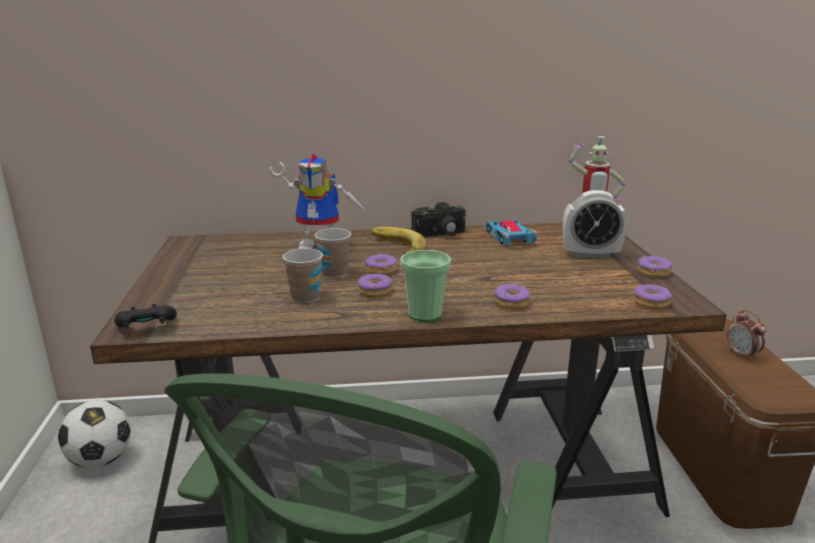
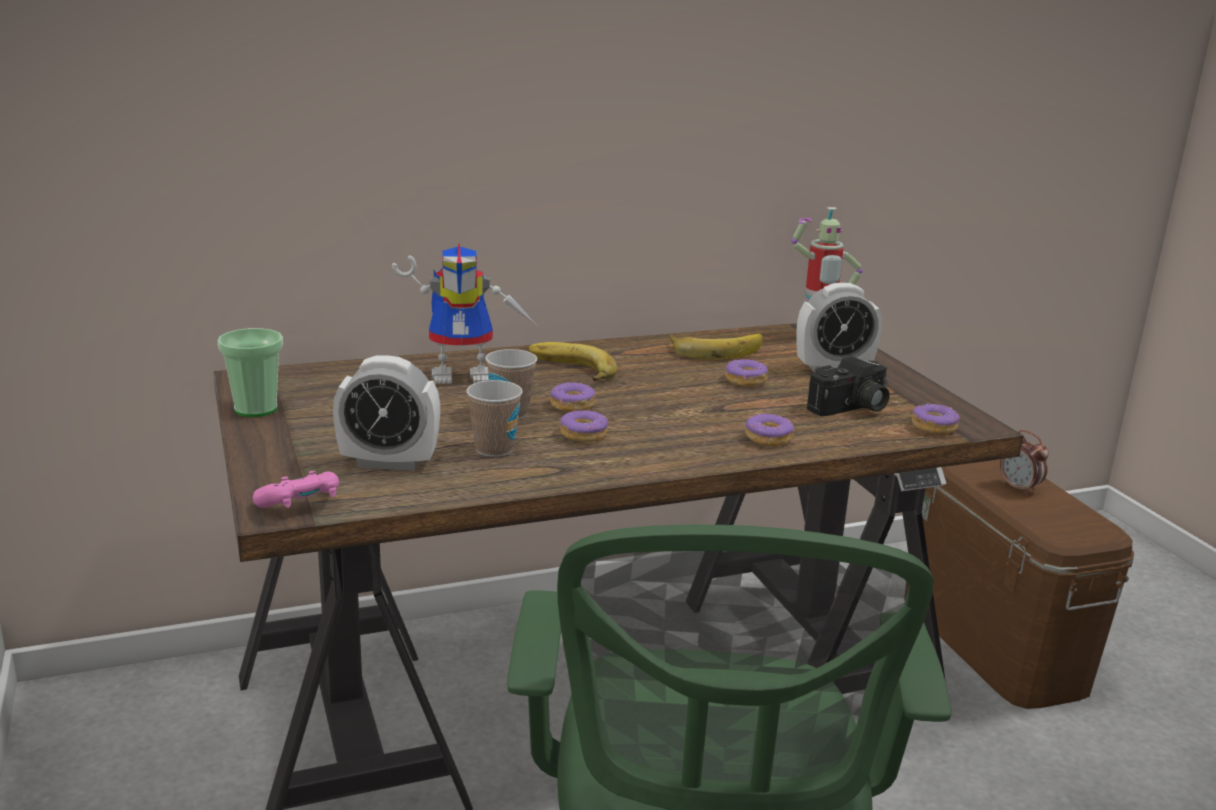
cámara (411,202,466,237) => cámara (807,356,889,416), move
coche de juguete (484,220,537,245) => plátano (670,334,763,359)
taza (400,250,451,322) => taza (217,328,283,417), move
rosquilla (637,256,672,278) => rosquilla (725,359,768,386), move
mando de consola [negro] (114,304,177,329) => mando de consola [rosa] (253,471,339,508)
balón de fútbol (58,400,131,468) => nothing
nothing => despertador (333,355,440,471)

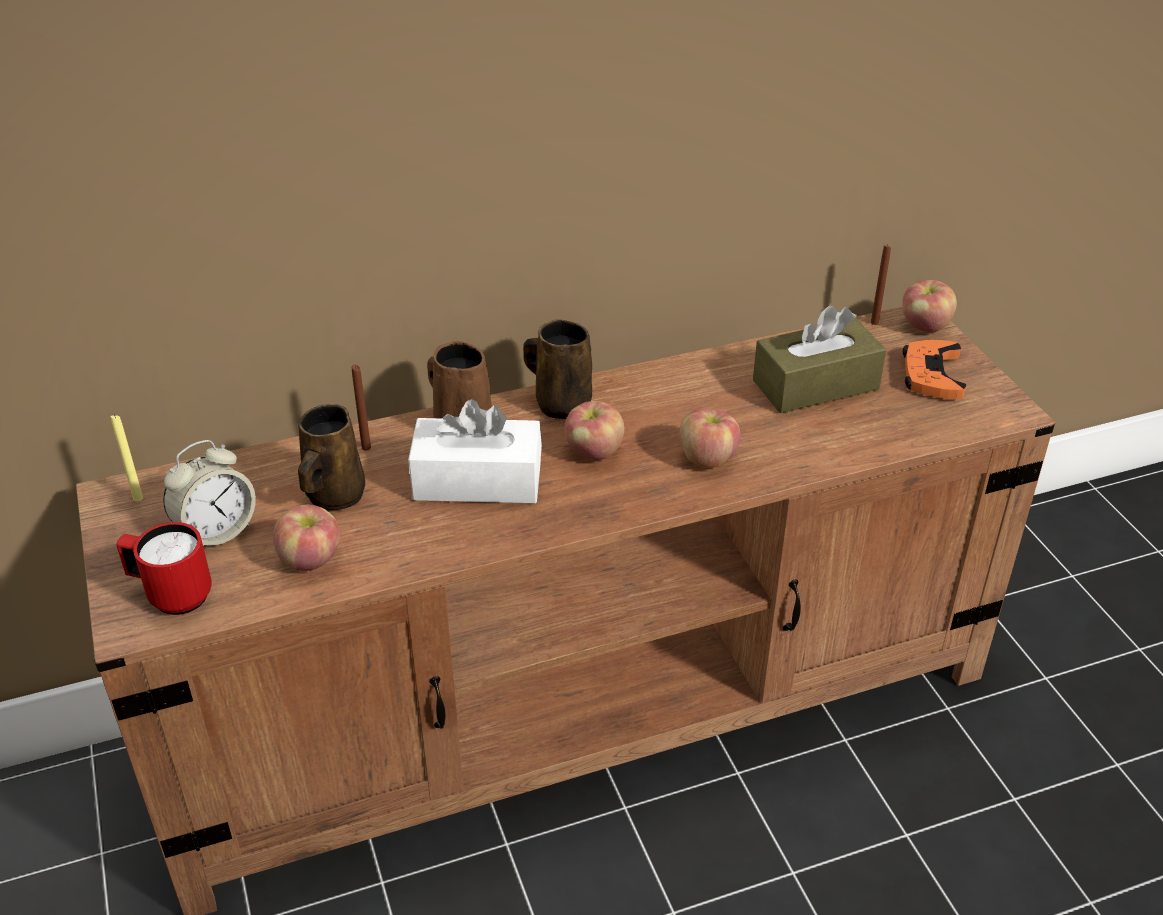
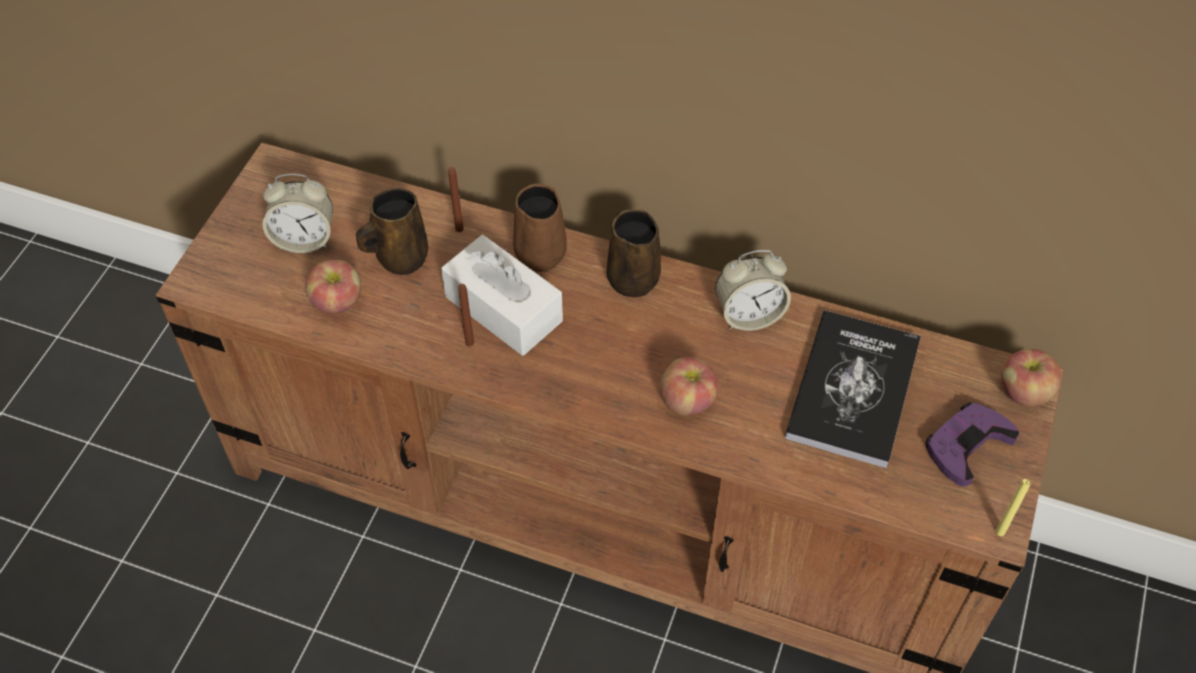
vela [marrón] (871,245,891,325) => vela [marrón] (458,284,474,346), move
caja de pañuelos [marrón] (753,306,886,413) => libro (785,310,921,468)
mando de consola [naranja] (903,340,966,399) => mando de consola [morado] (926,403,1019,487)
manzana (565,401,624,460) => nothing
vela [amarillo] (111,414,143,501) => vela [amarillo] (996,479,1030,536), move
taza grande [rojo] (116,522,212,615) => nothing
nothing => despertador (715,250,791,331)

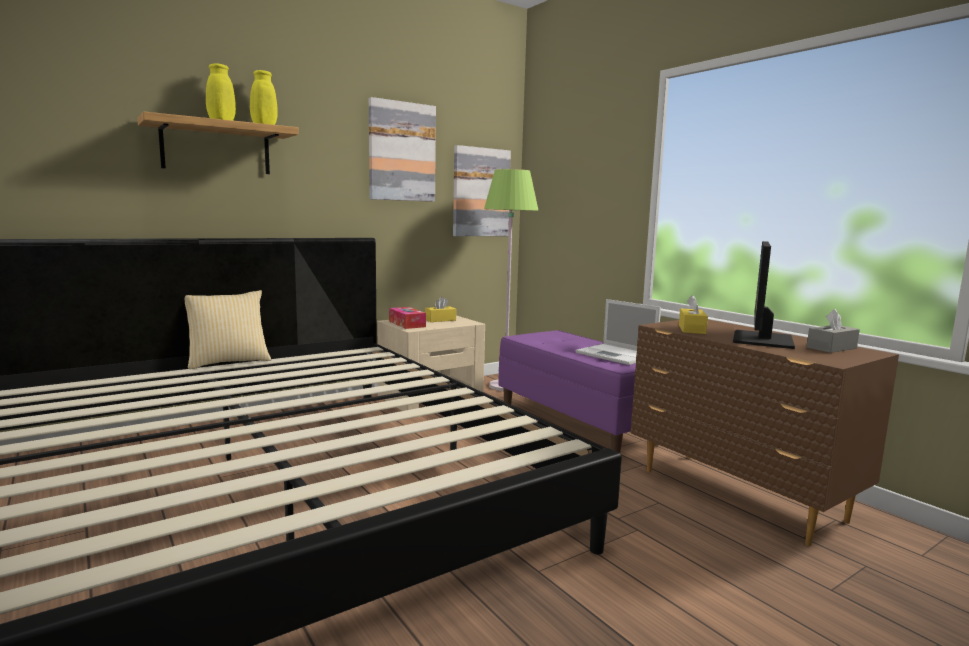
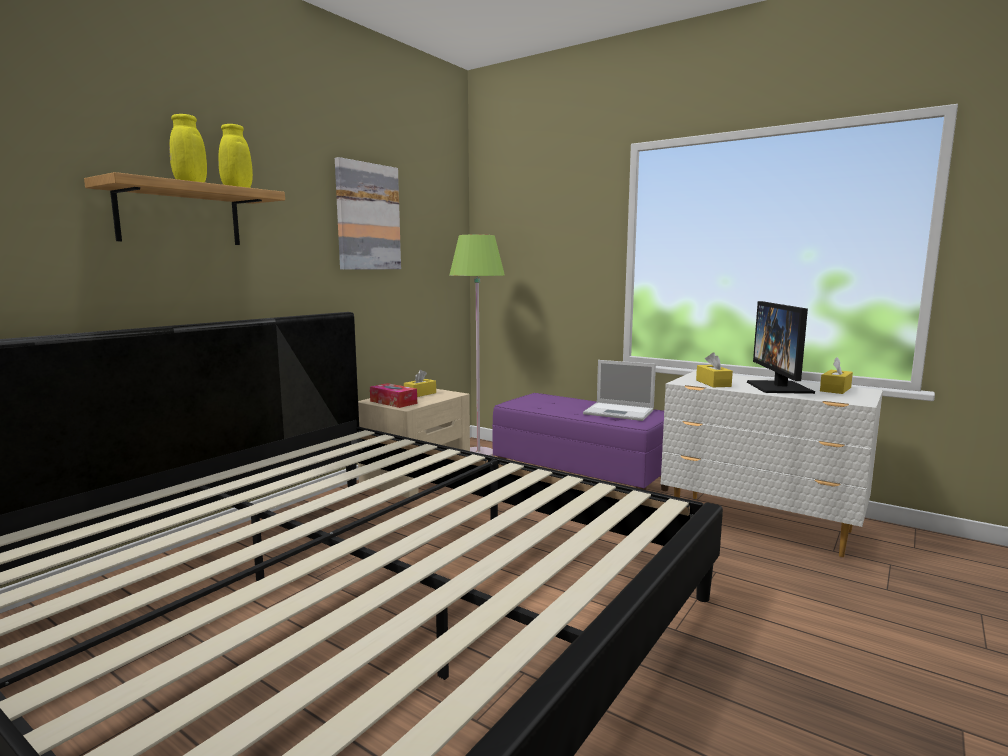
cuadro (453,145,511,236) => nothing
cojín (185,290,271,369) => nothing
caja de pañuelos [gris] (807,309,860,353) => caja de pañuelos [amarillo] (820,357,853,394)
cómoda [marrón] (631,319,899,546) => cómoda [blanco] (661,371,883,557)

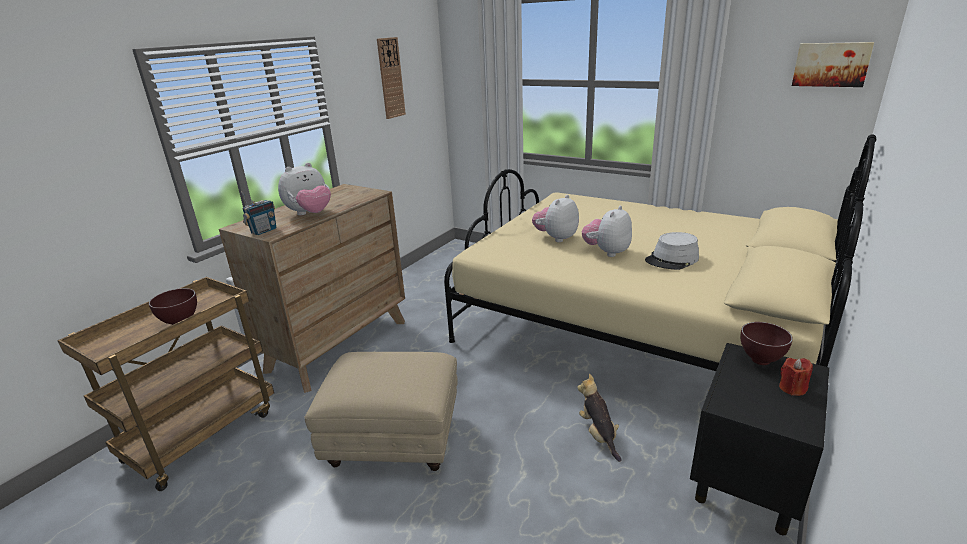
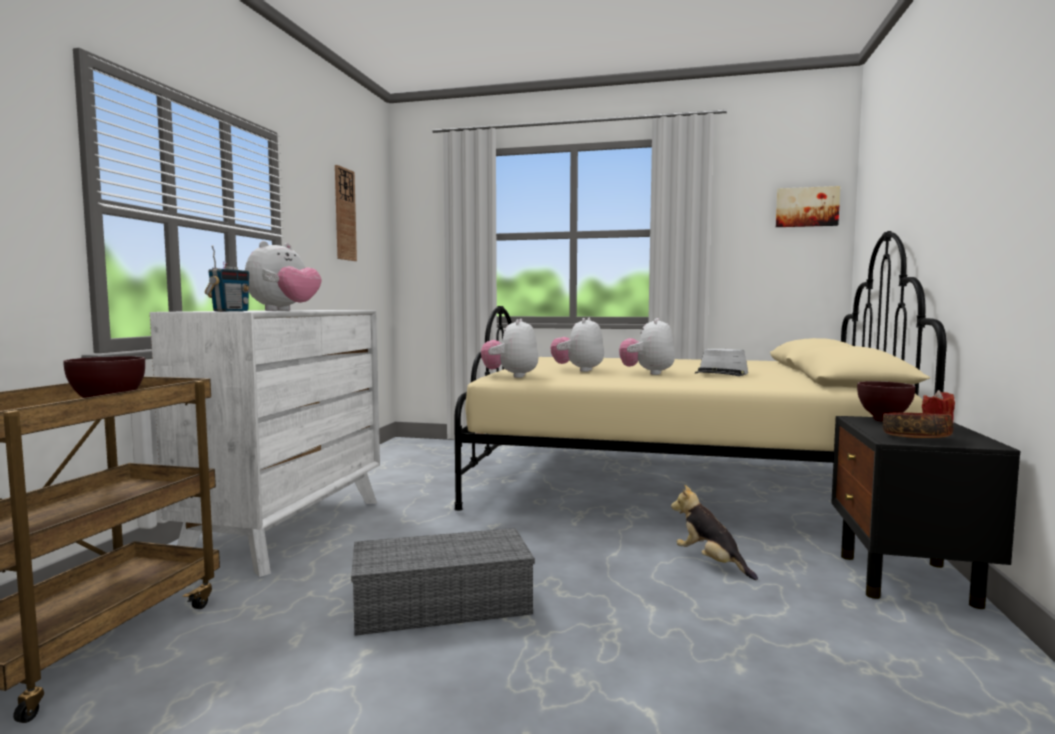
cómoda [marrón] (219,184,405,393) => cómoda [blanco] (150,310,380,577)
puf [beis] (304,352,458,471) => caja de almacenaje [gris] (351,528,535,636)
nothing => peluche (481,319,539,378)
nothing => cuenco (883,413,953,438)

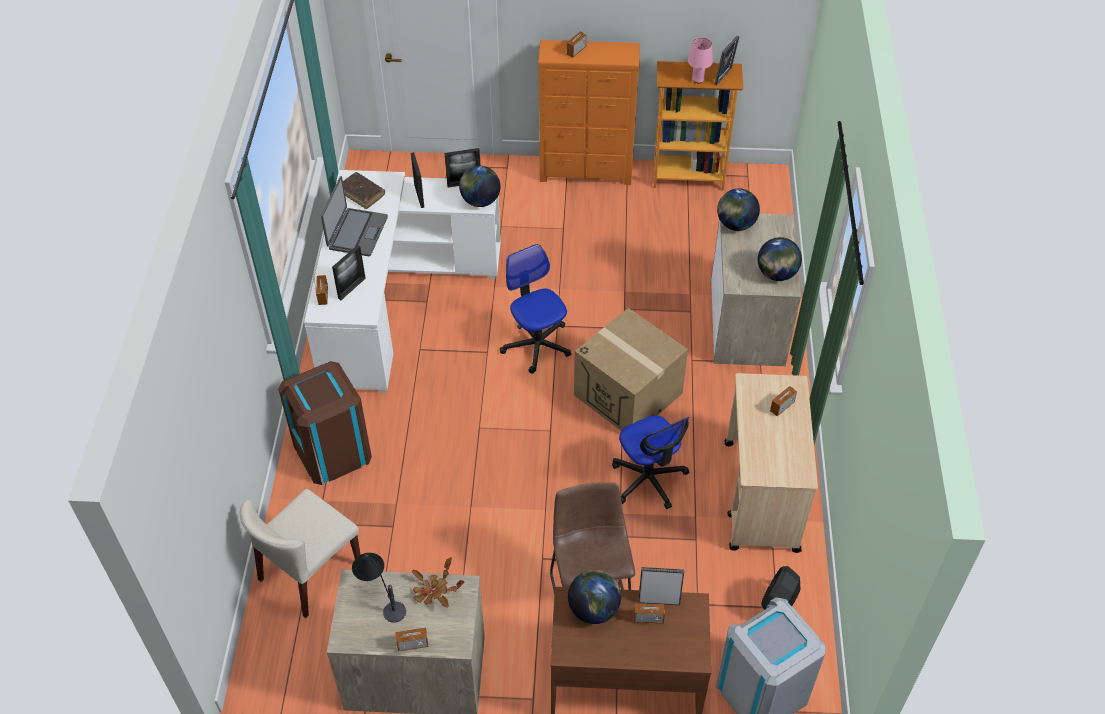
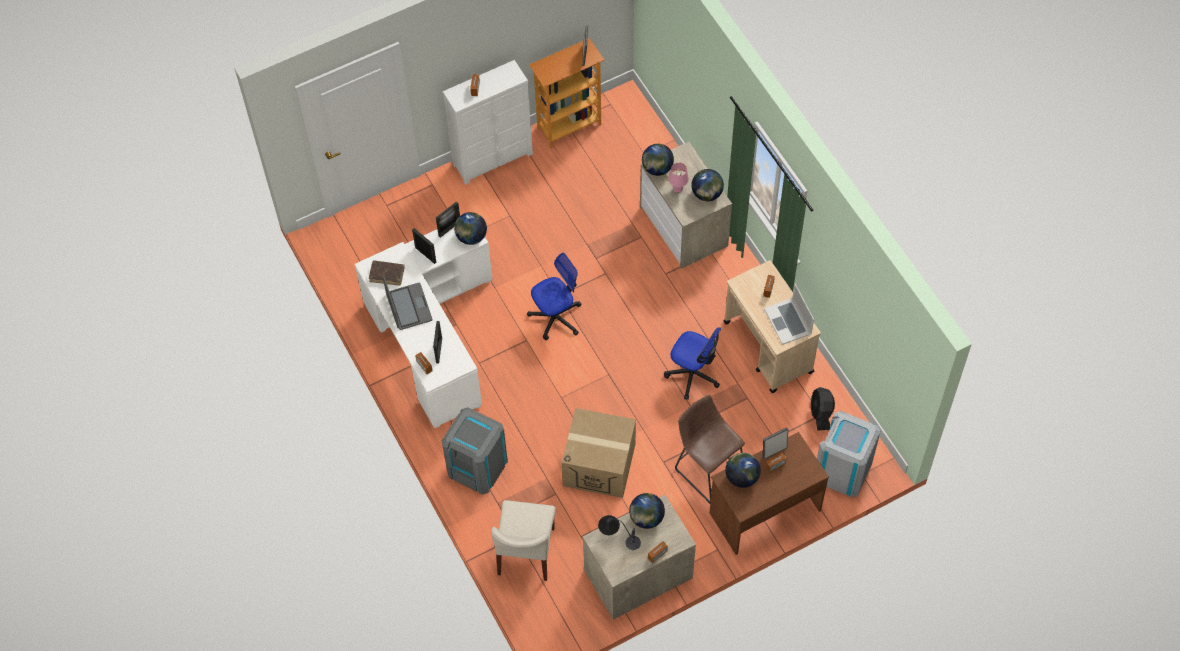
lámpara de mesa [rosa] (688,38,713,83) => lámpara de mesa [rosa] (668,162,689,193), move
cómoda [naranja] (538,40,640,185) => cómoda [blanco] (442,60,533,185)
silla de oficina (500,244,571,373) => silla de oficina (527,253,581,340), 120 degrees clockwise
caja de cartón (574,308,688,431) => caja de cartón (562,408,636,498), move
papelera [marrón] (278,361,372,485) => papelera [gris] (442,407,508,495)
planta en maceta (411,557,465,608) => globo terráqueo (629,493,665,529)
nothing => portátil (764,284,814,345)

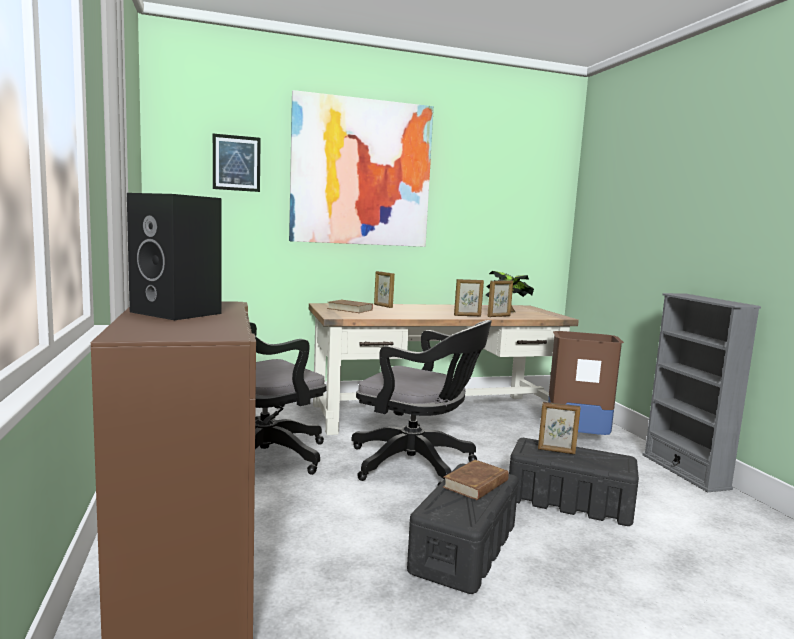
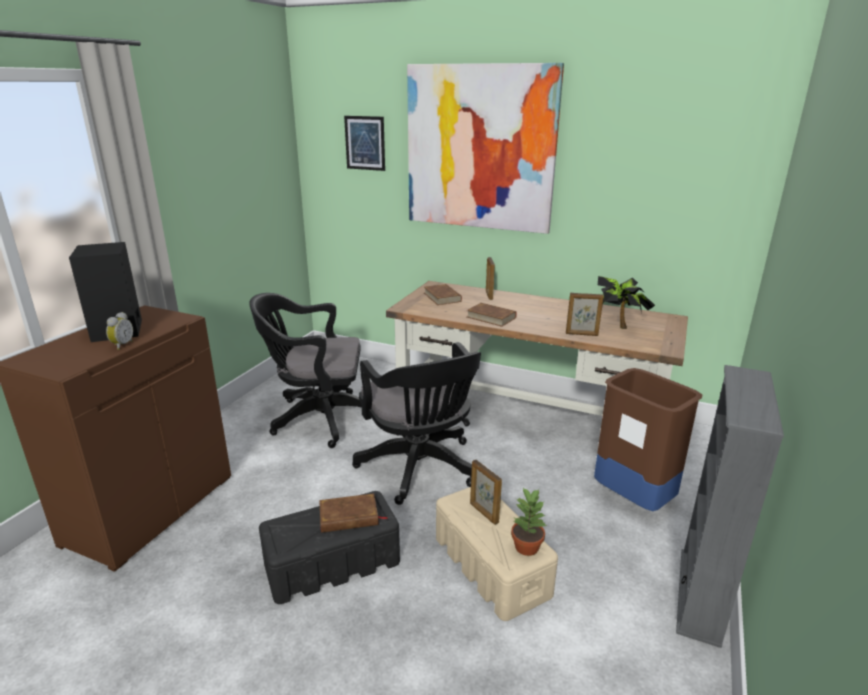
portarretratos (454,279,484,316) => nothing
caja de almacenaje [negro] (509,438,639,526) => caja de almacenaje [beis] (436,487,558,621)
nothing => libro [marrón] (467,303,517,327)
nothing => despertador (106,312,133,350)
nothing => planta en maceta (511,488,547,556)

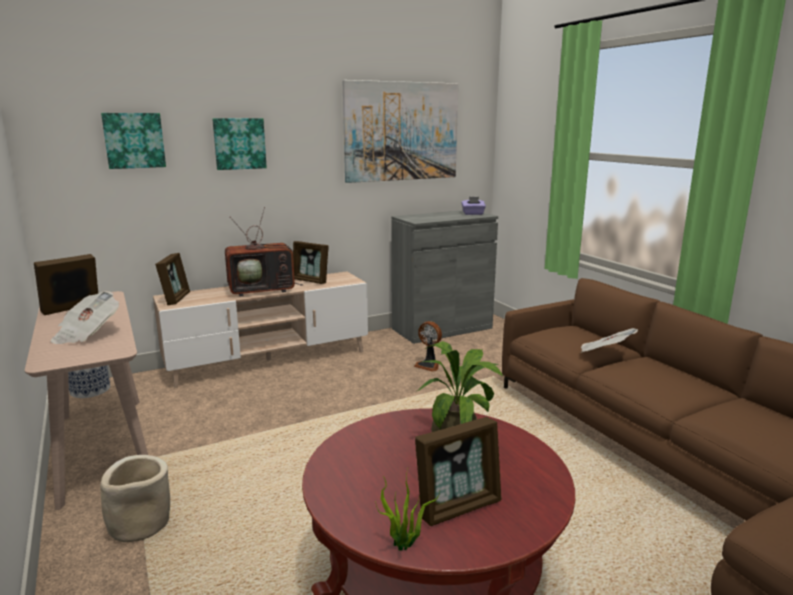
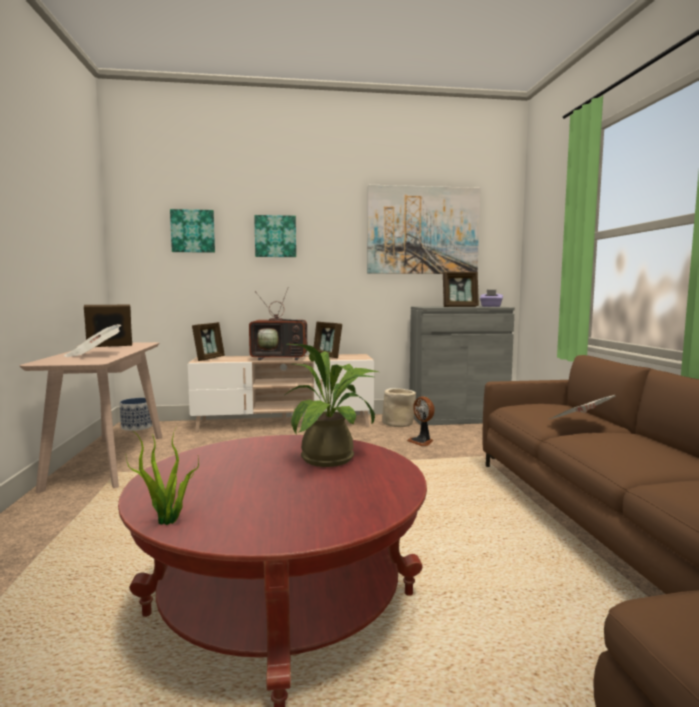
portarretratos (415,417,501,526) => portarretratos (443,272,479,307), move
maceta [beis] (100,455,170,542) => maceta [beis] (382,388,416,427), move

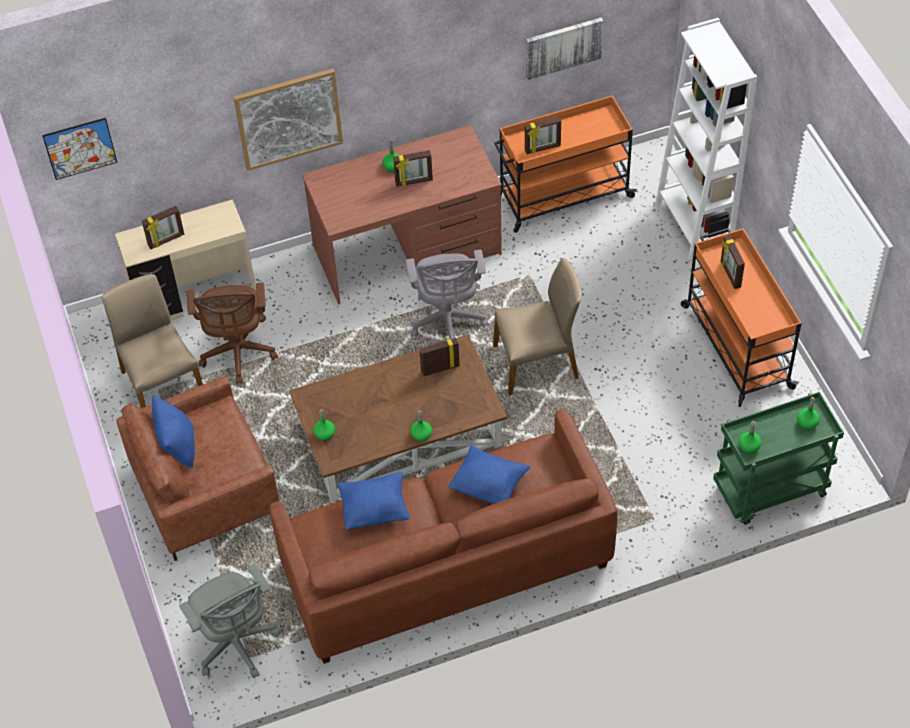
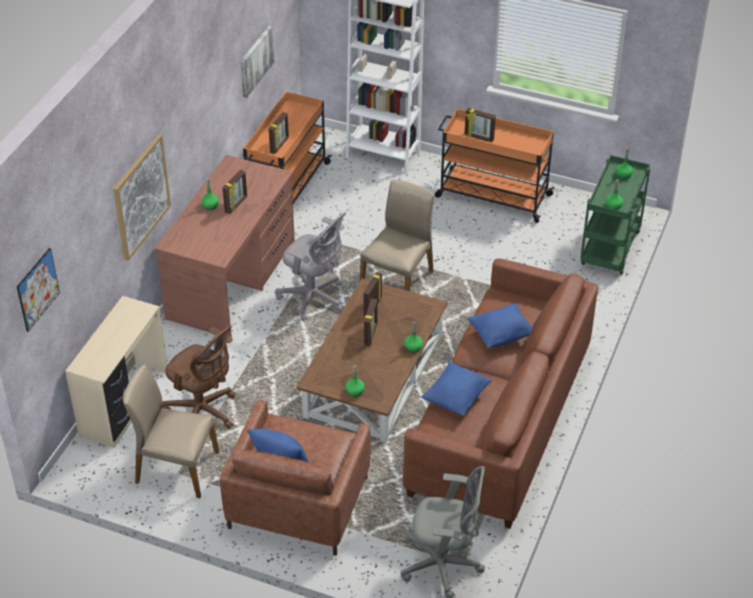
portarretratos (142,206,184,249) => portarretratos (364,298,377,346), move

